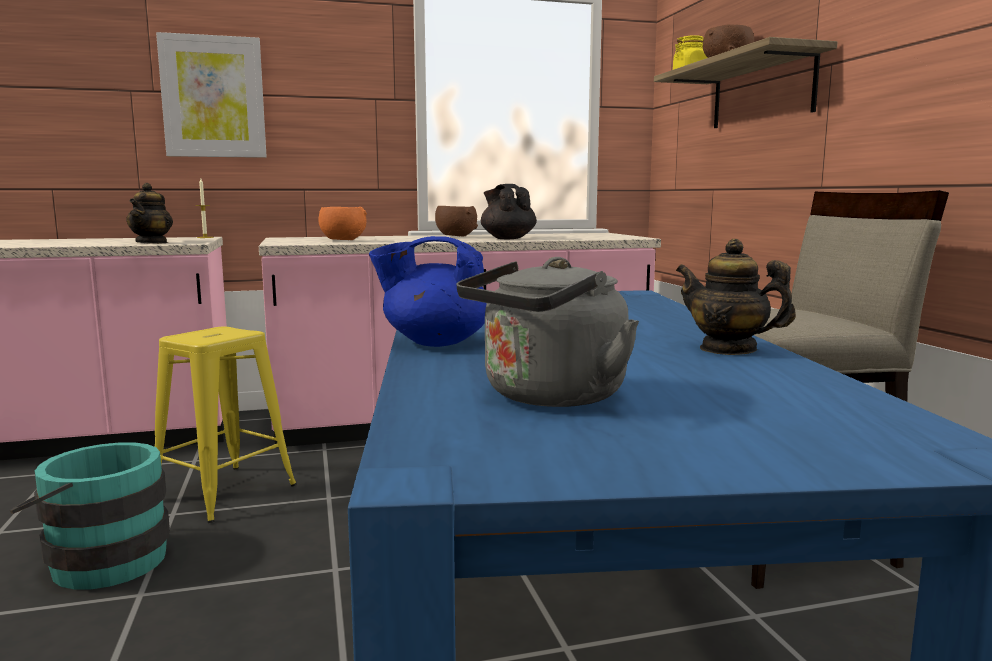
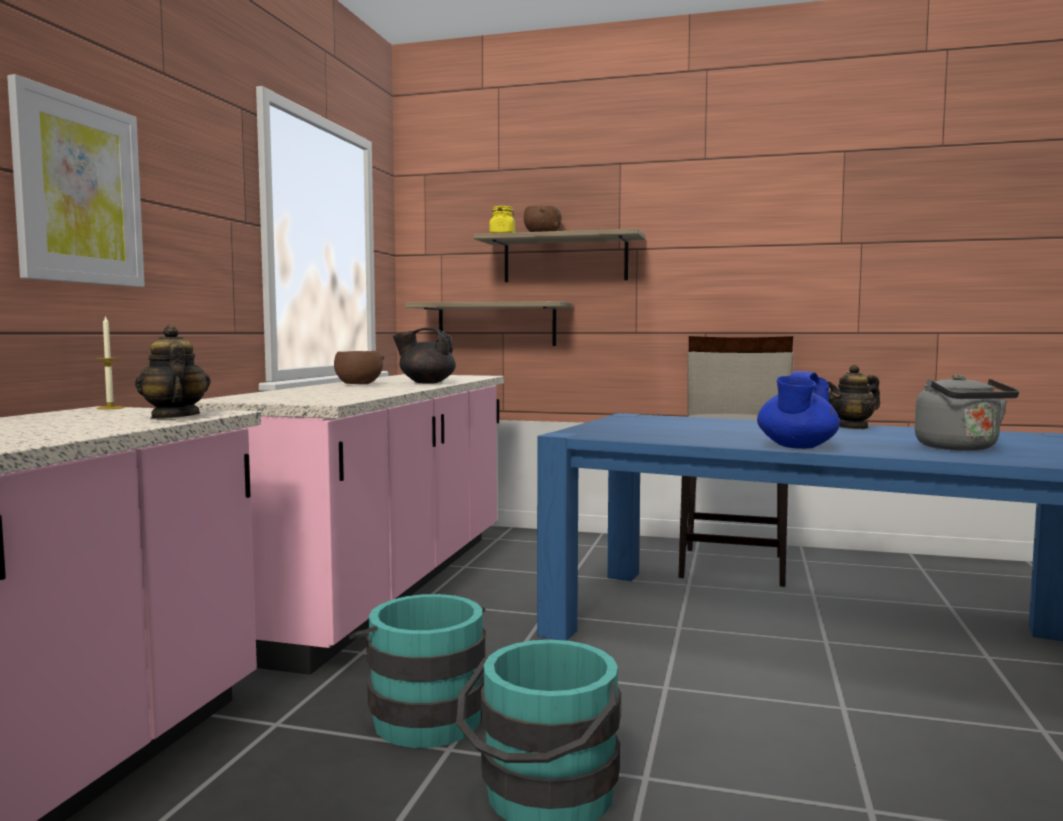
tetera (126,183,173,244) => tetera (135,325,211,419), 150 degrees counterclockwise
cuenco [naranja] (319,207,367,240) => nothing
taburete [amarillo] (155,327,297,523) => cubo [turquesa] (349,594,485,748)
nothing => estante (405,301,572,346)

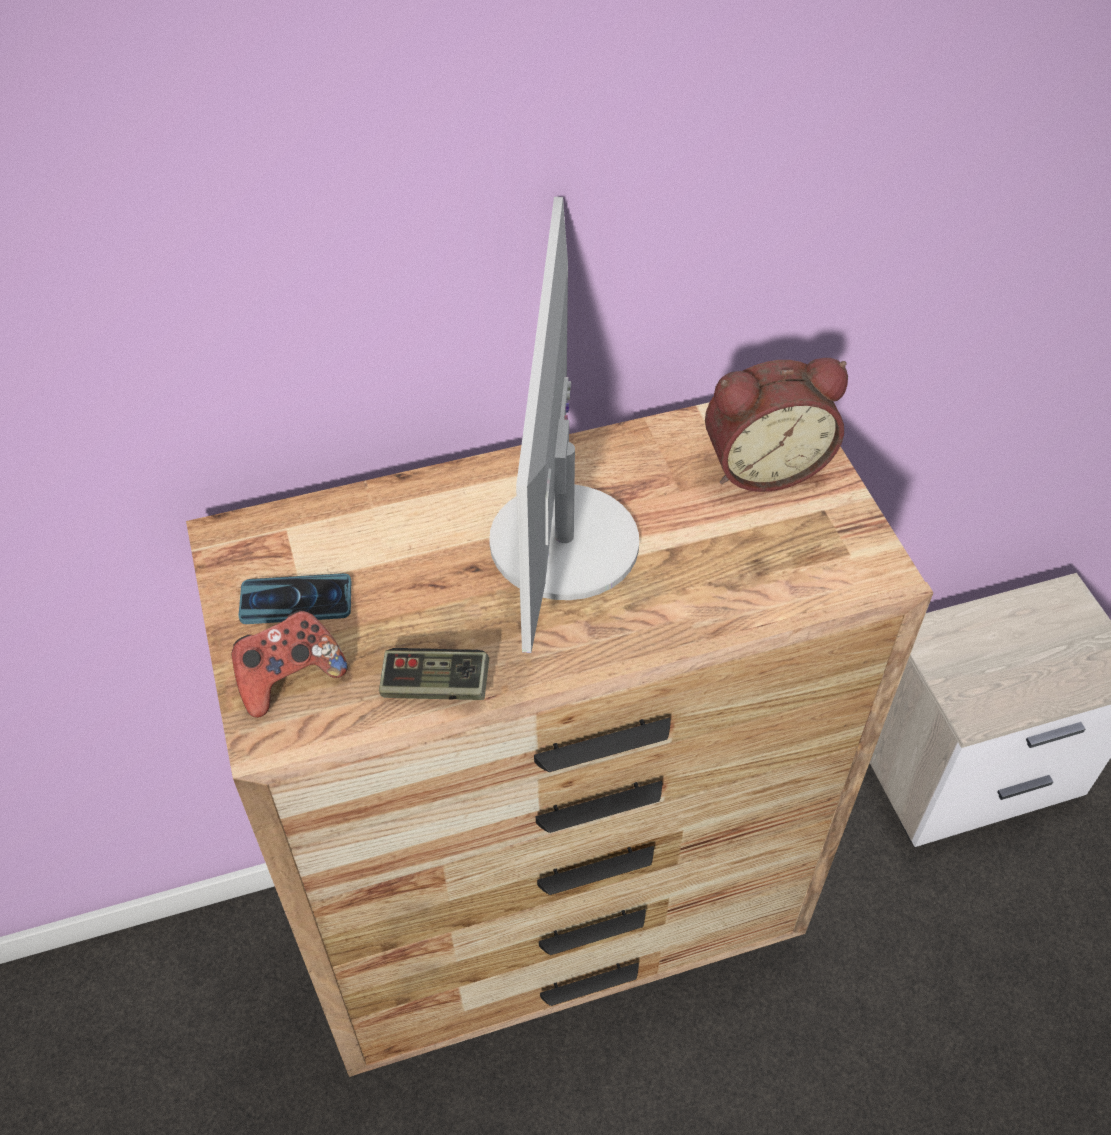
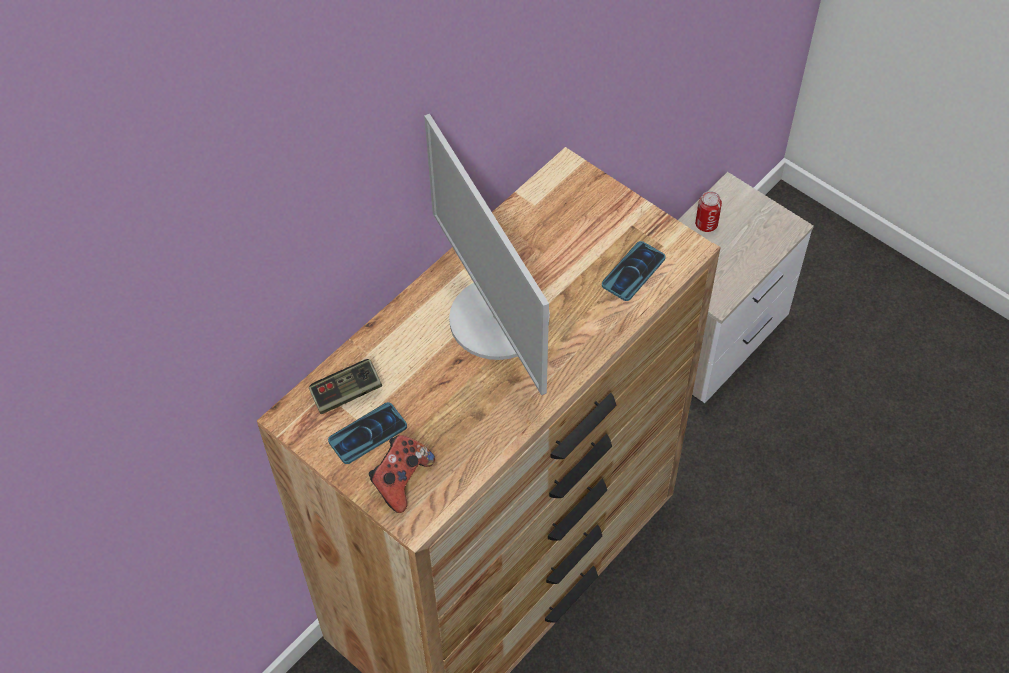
despertador (705,358,848,492) => nothing
mando de consola (379,648,489,700) => mando de consola (309,359,382,414), move
nothing => lata (695,191,722,232)
nothing => móvil (602,241,665,301)

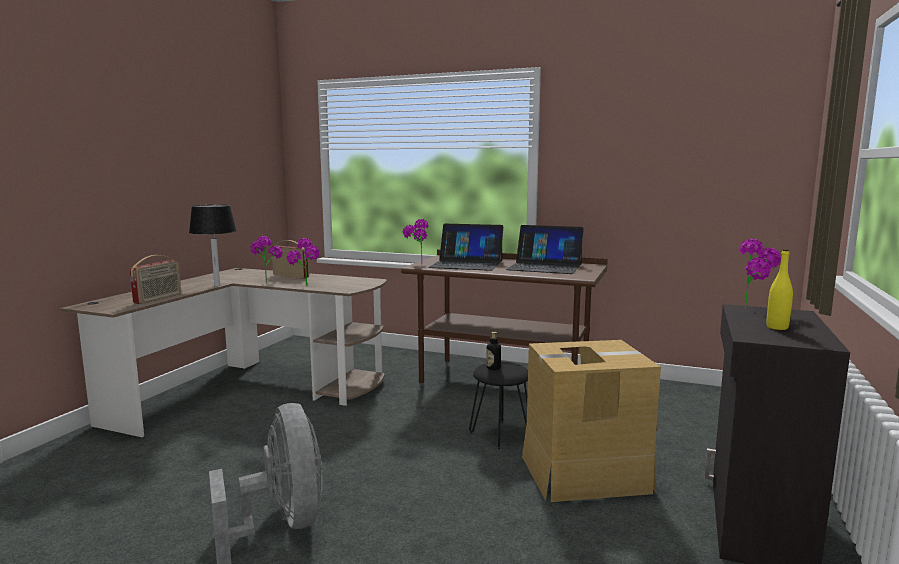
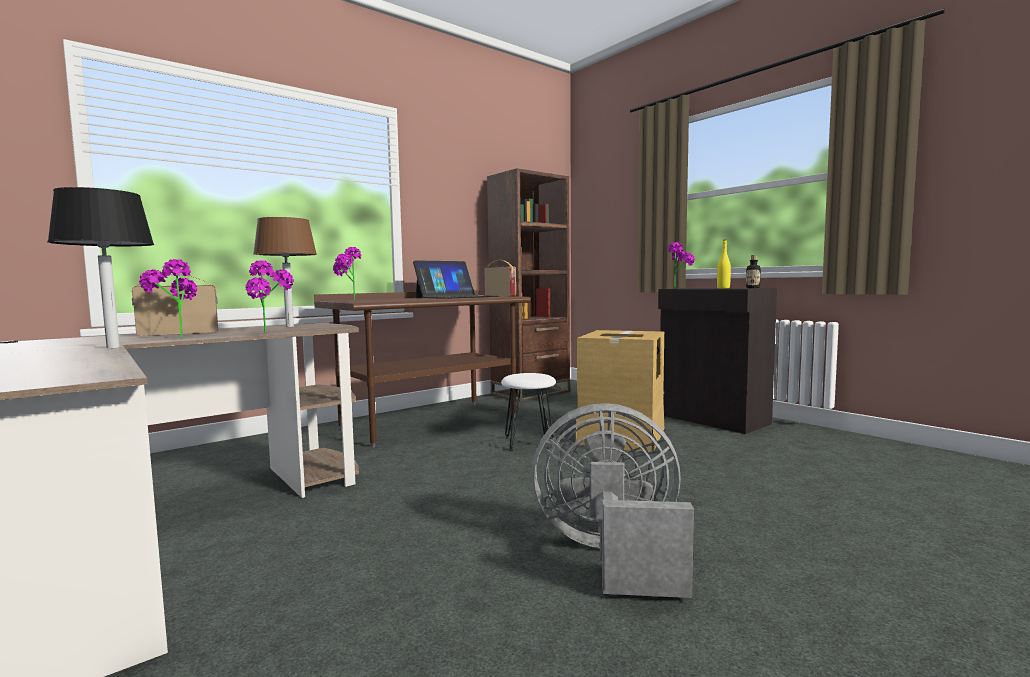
portátil (428,224,503,271) => nothing
radio (130,255,181,304) => radio (484,260,516,297), move
botella (486,332,501,370) => botella (746,255,761,288), move
taburete [negro] (469,362,528,450) => taburete [blanco] (501,373,556,451)
nothing => estantería [marrón] (487,168,570,402)
nothing => lámpara de mesa [marrón] (253,217,317,327)

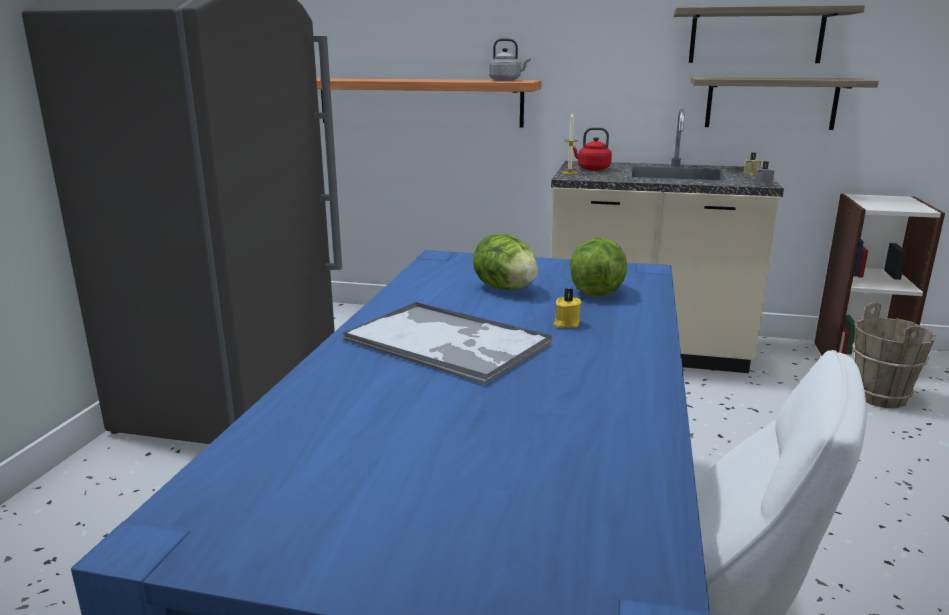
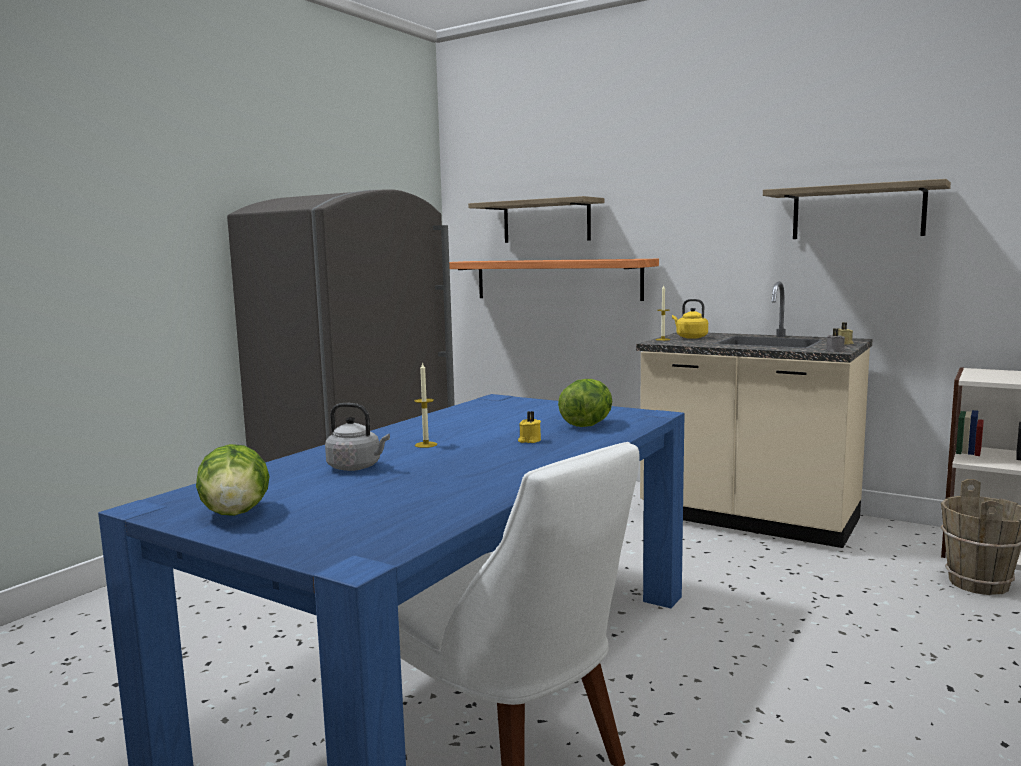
hervidor [gris] (489,38,531,81) => hervidor [gris] (325,403,390,471), move
estante (691,77,879,130) => estante (468,196,604,243), move
hervidor [rojo] (573,127,612,171) => hervidor [amarillo] (672,299,708,339)
lechuga (473,234,538,290) => lechuga (196,444,269,516), move
bandeja (343,302,552,385) => vela (415,362,437,448)

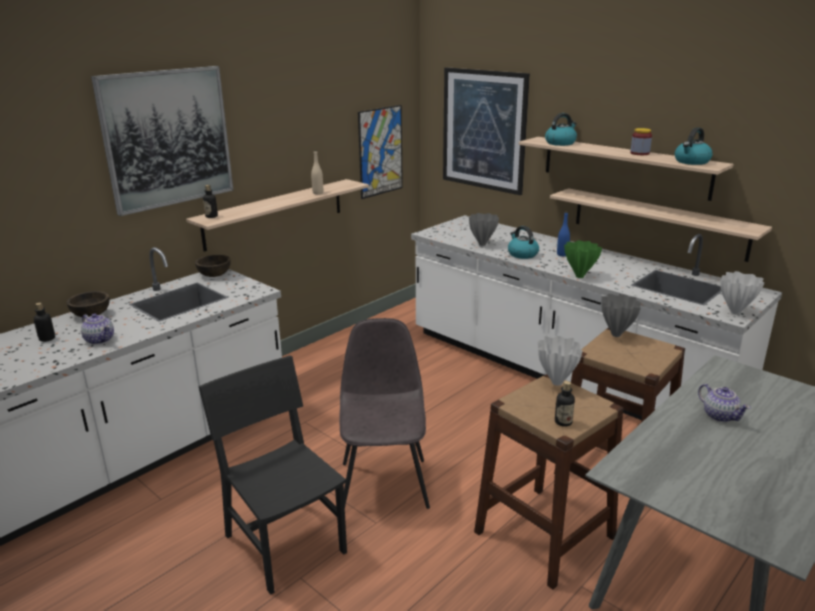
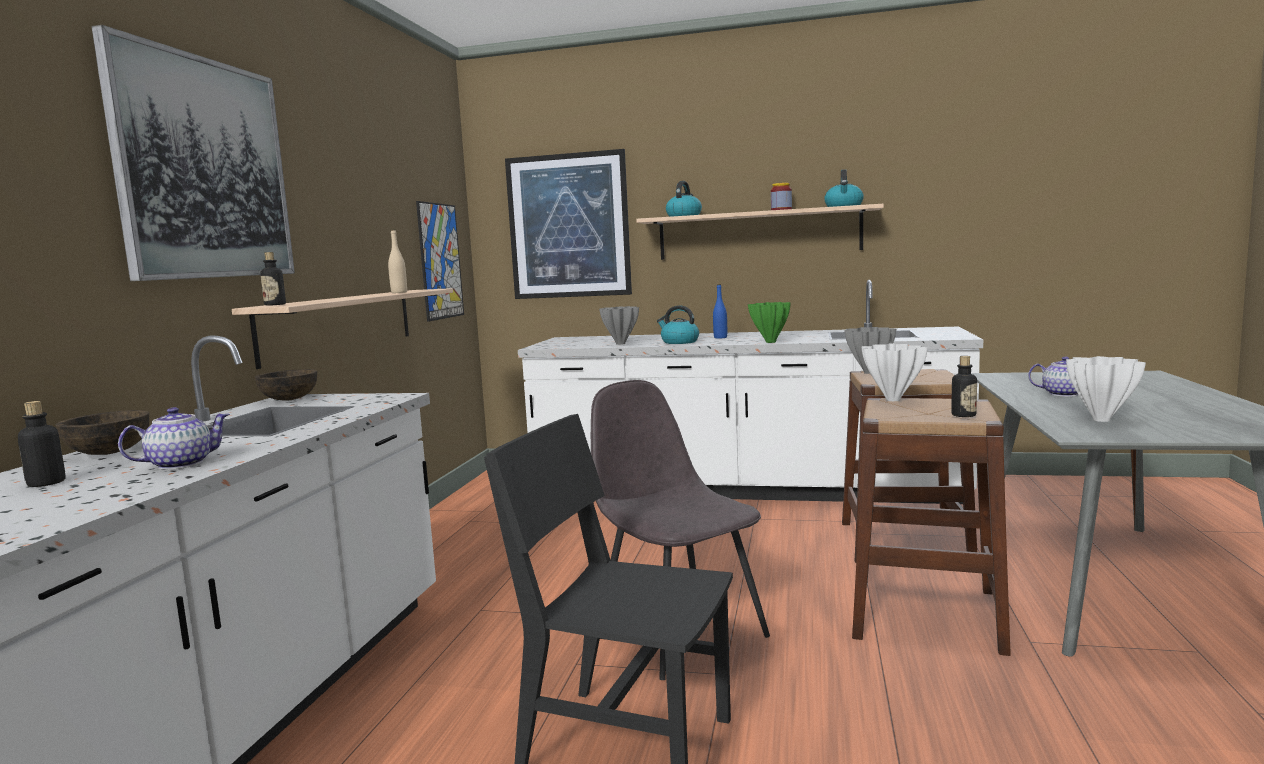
estante (550,188,772,262) => nothing
florero [blanco] (720,271,764,315) => florero [blanco] (1066,356,1146,422), move
tetera (81,313,114,345) => tetera (118,407,230,470), 45 degrees counterclockwise

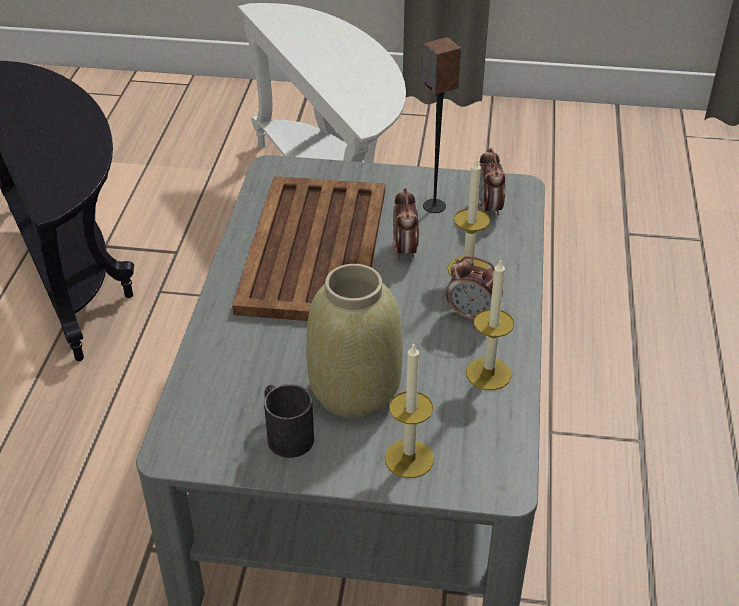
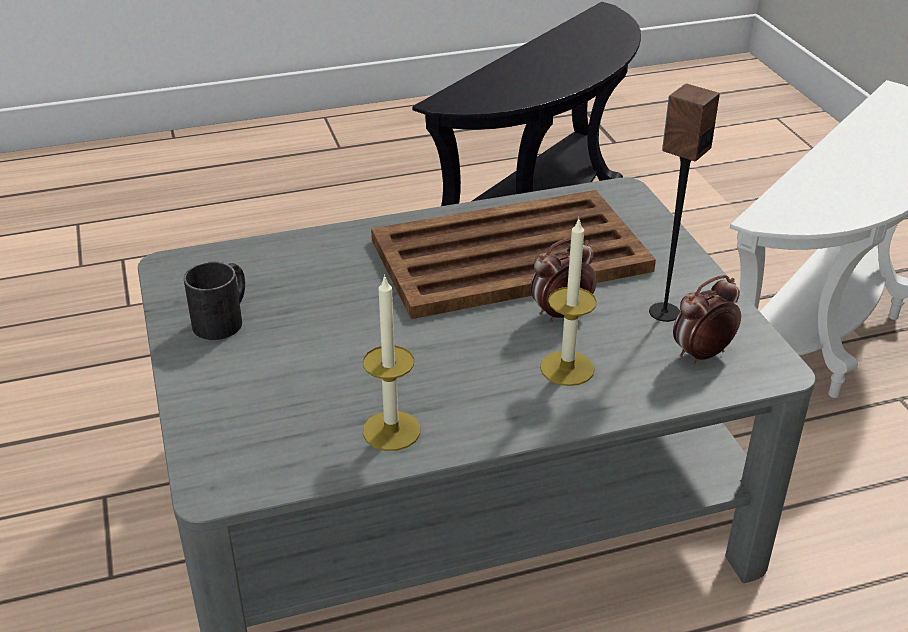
despertador (446,256,503,320) => nothing
florero [beis] (306,264,403,419) => nothing
vela (385,342,434,478) => nothing

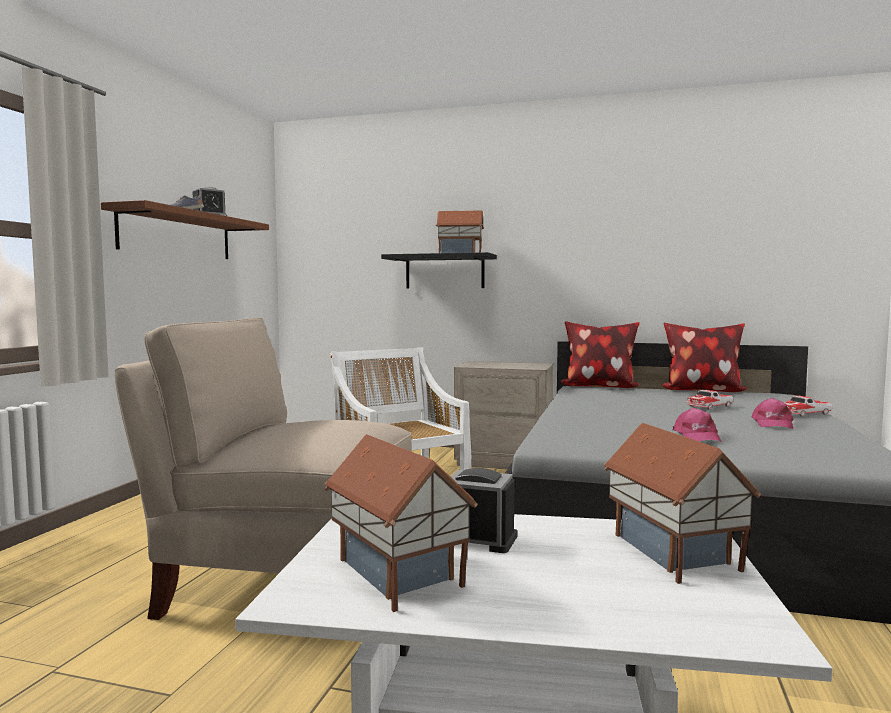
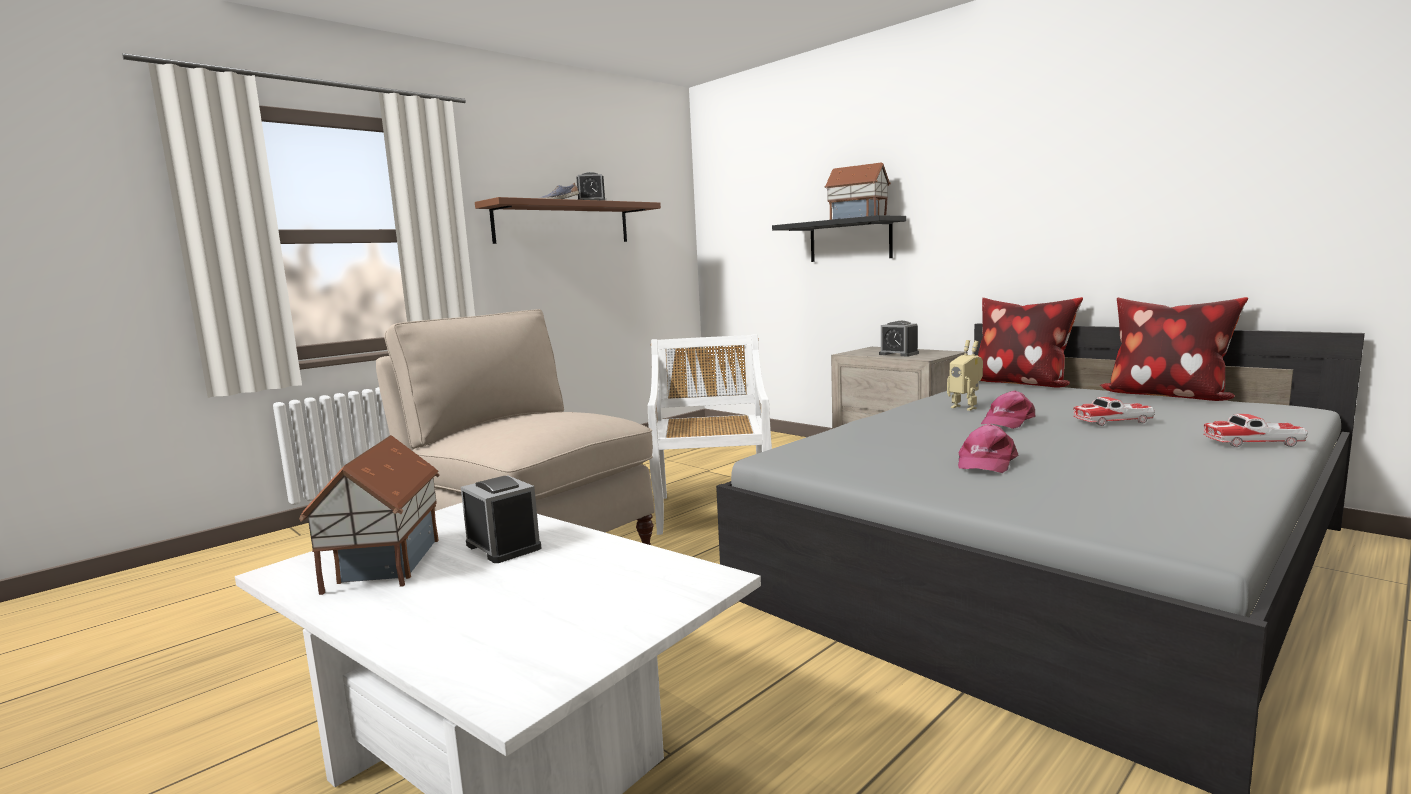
gorra [rosa] (752,398,794,429) => gorra [rosa] (981,390,1035,429), move
casita (604,423,761,584) => nothing
nothing => despertador (879,321,919,357)
nothing => robot de juguete (947,340,983,411)

